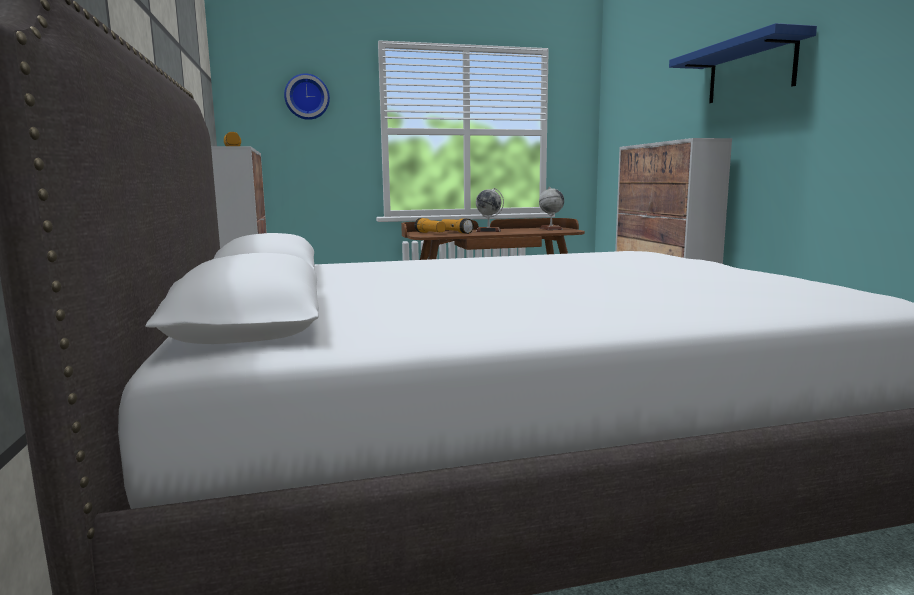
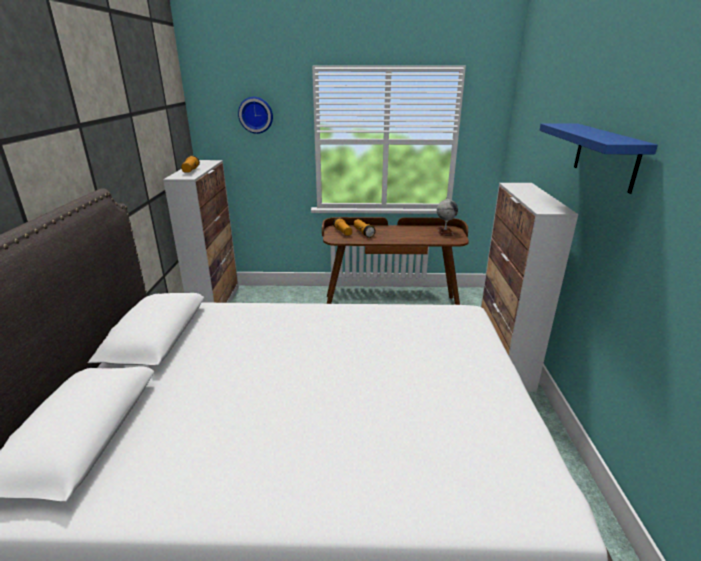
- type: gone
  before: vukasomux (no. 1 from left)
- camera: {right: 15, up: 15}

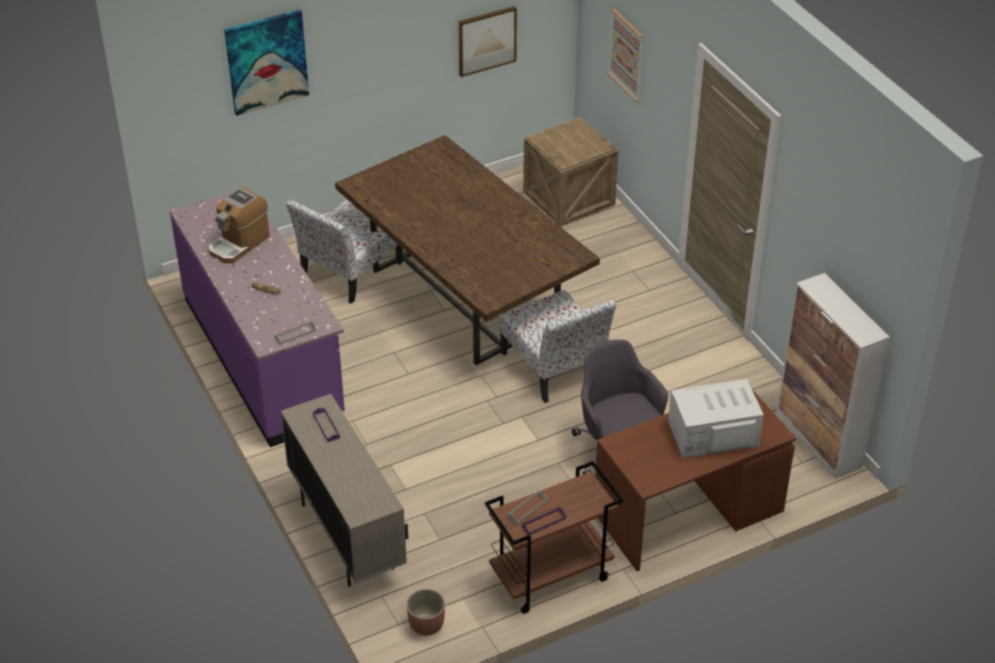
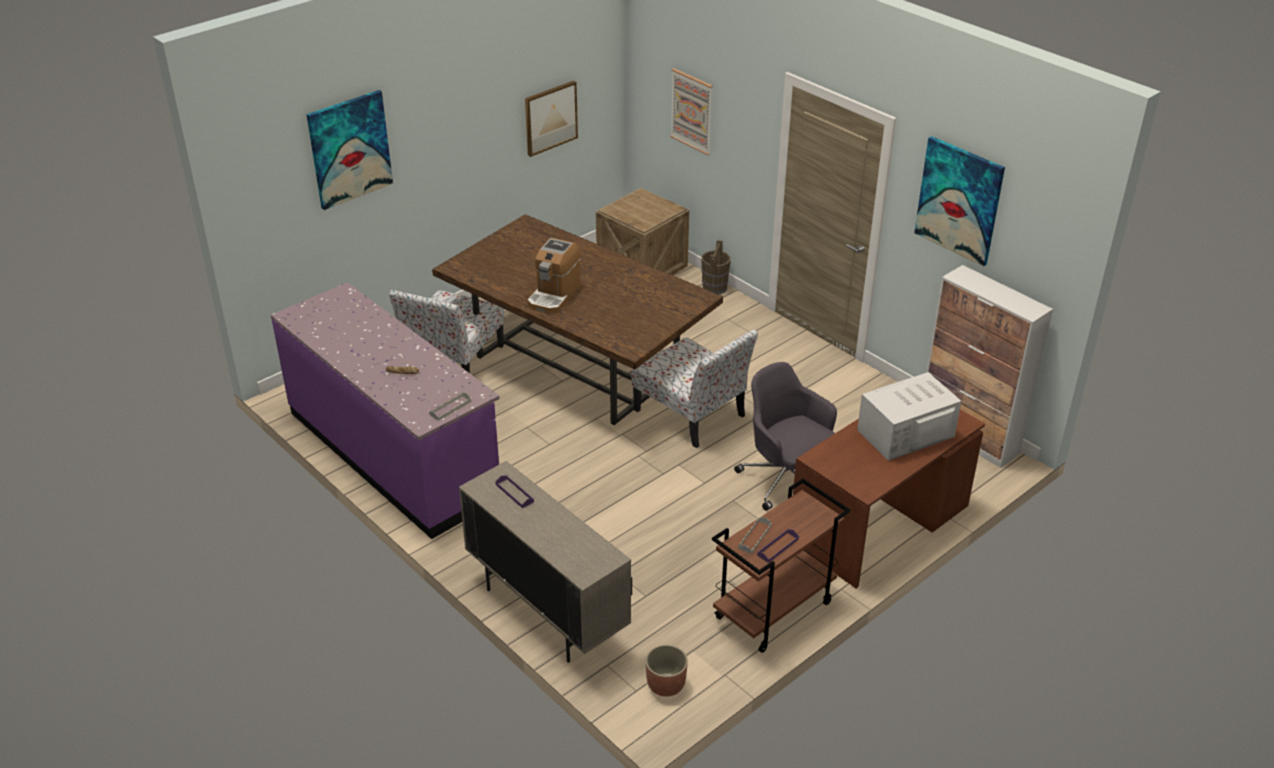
- type: shifted
  before: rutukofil
- type: new
  after: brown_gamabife
- type: new
  after: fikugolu (no. 4 from left)
- camera: {right: -15, up: -5}

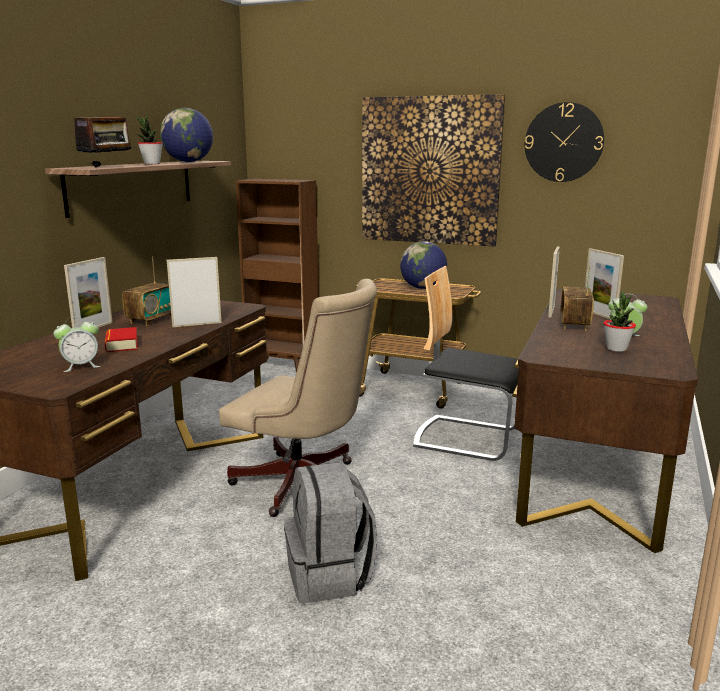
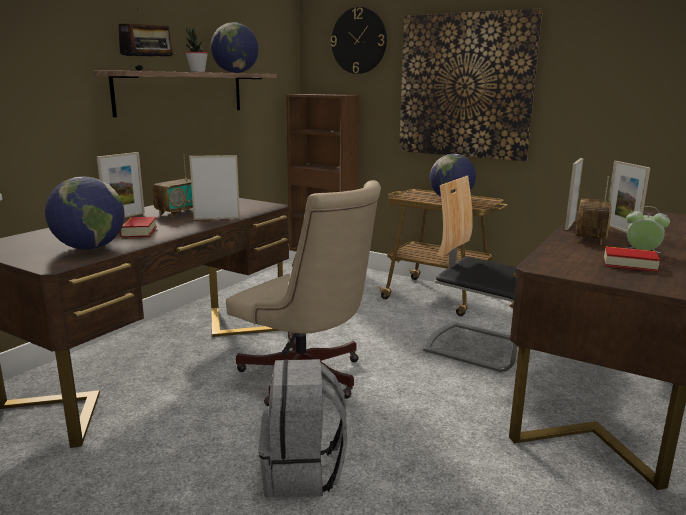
- type: swapped
  before: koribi (no. 1 from left)
  after: vukasomux (no. 1 from left)
- type: shifted
  before: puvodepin
- type: swapped
  before: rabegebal (no. 2 from left)
  after: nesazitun (no. 2 from left)
- camera: {right: 10, up: 0}

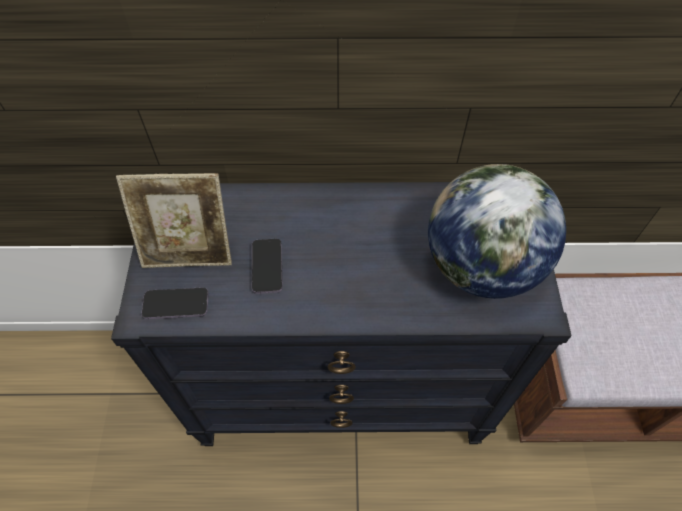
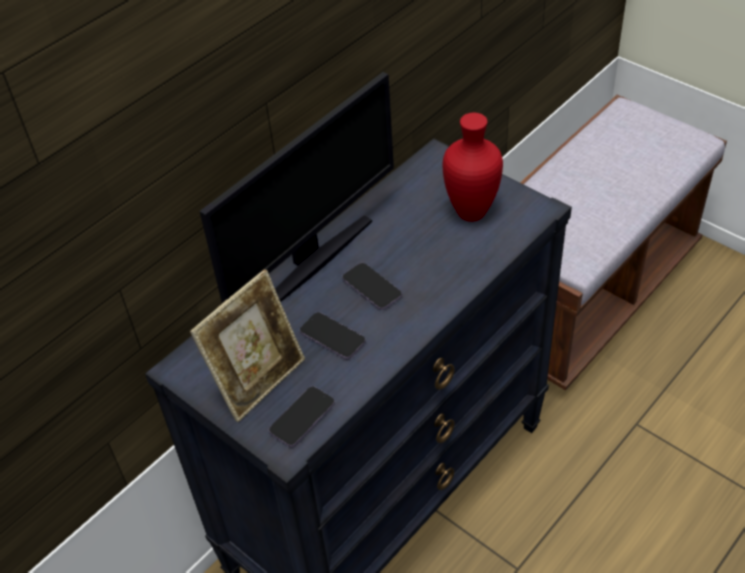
- type: new
  after: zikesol
- type: new
  after: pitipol (no. 3 from left)
- type: swapped
  before: vukasomux
  after: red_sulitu
- camera: {right: -45, up: -10}

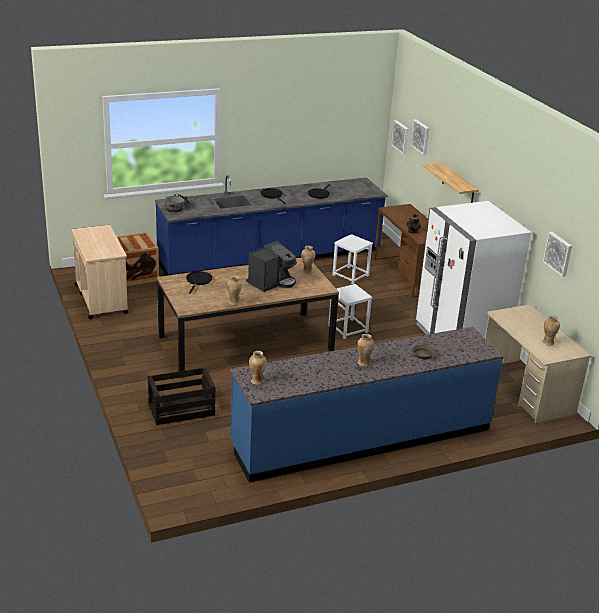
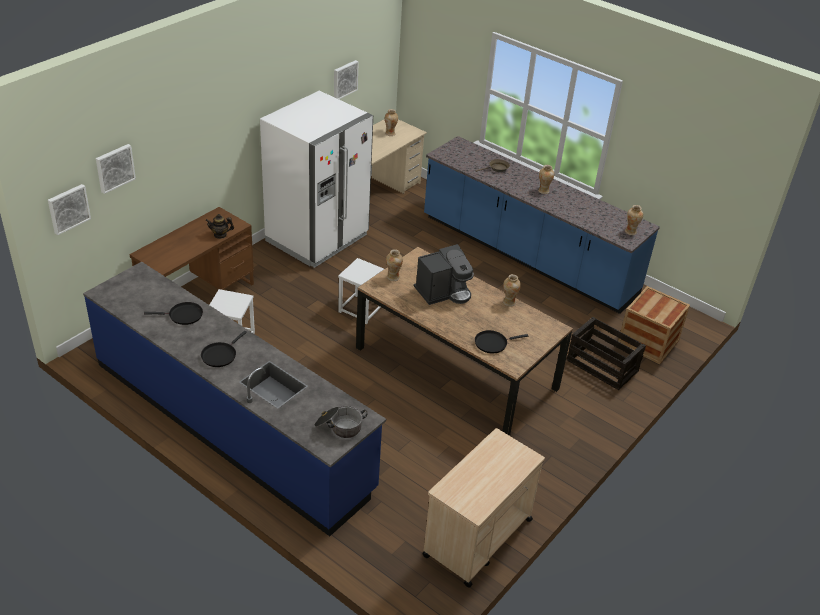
- type: rotated
  before: rutukofil
  turn: 135
- type: shifted
  before: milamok (no. 1 from left in the first image)
  after: milamok (no. 2 from left)
- type: gone
  before: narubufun
- camera: {right: -120, up: 10}

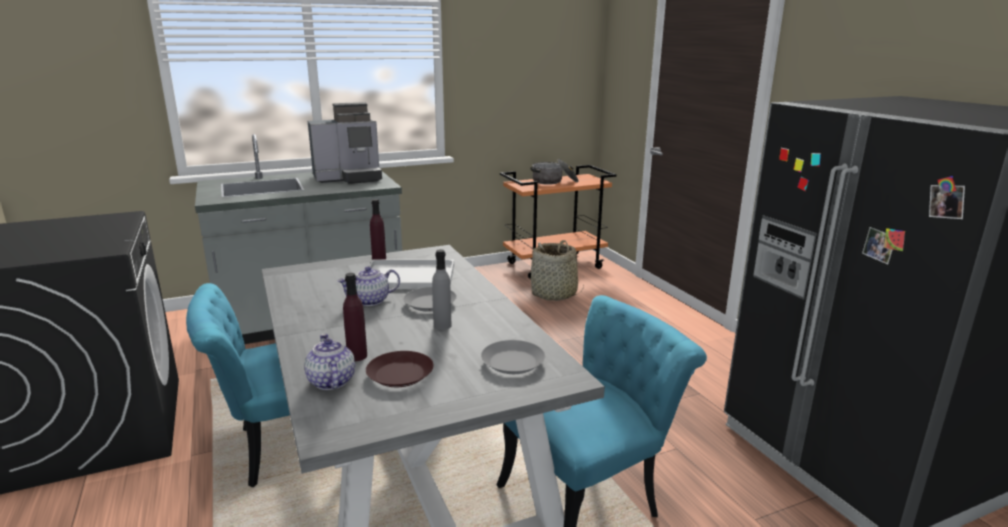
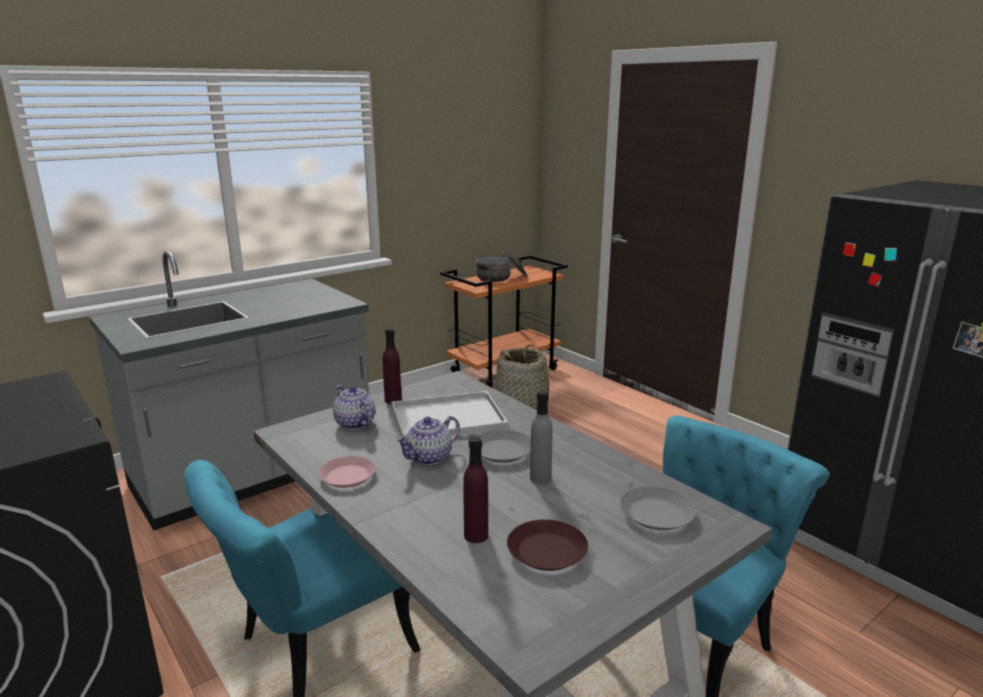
- type: new
  after: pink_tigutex
- type: shifted
  before: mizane (no. 1 from left)
- type: gone
  before: rutukofil
- camera: {right: -15, up: 0}

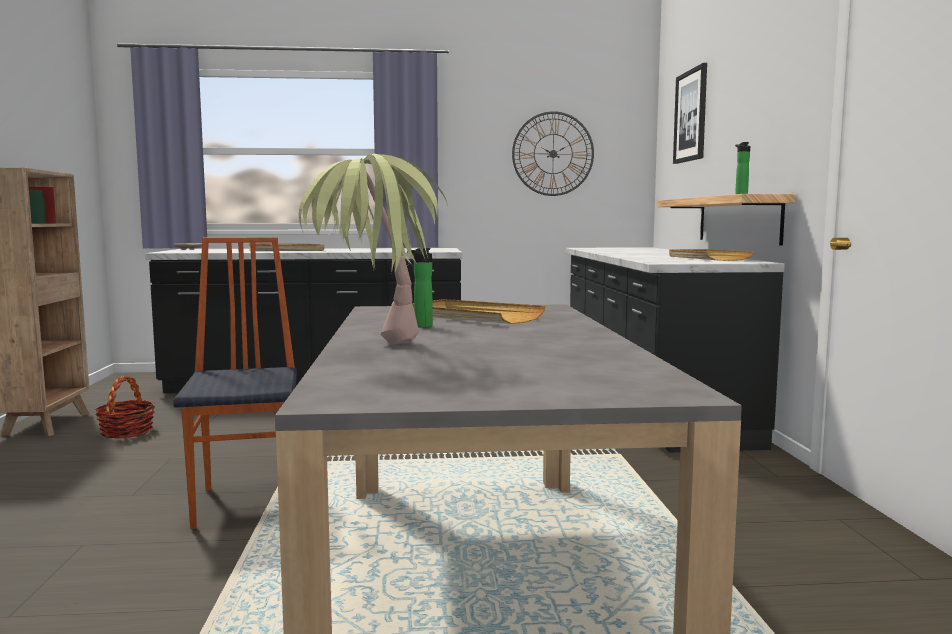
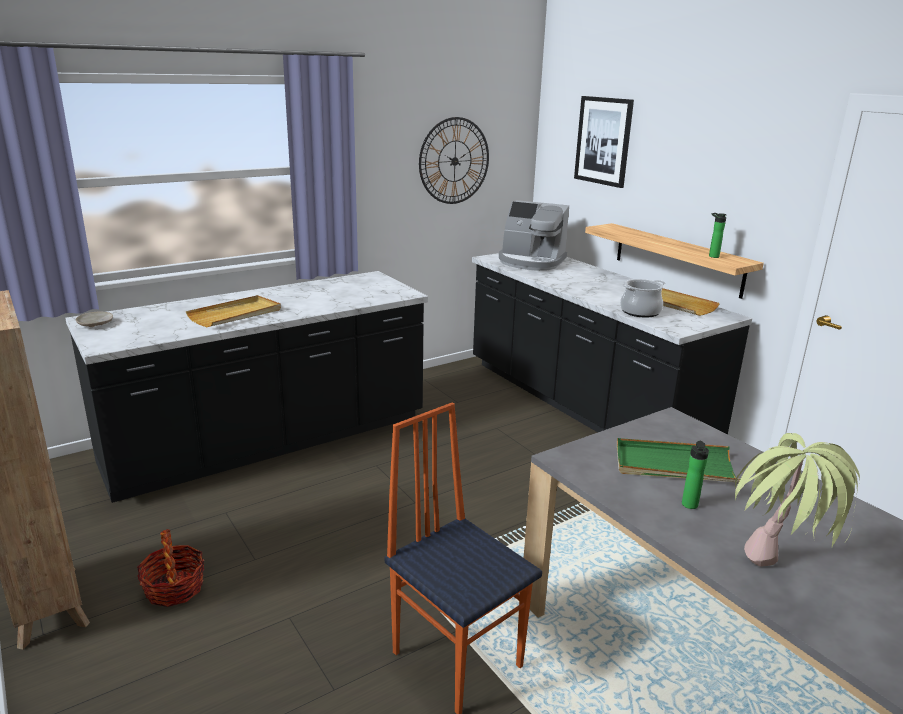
- type: new
  after: rutukofil
- type: repainted
  before: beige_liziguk (no. 2 from left)
  after: green_liziguk
- type: new
  after: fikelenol
- camera: {right: -30, up: 15}

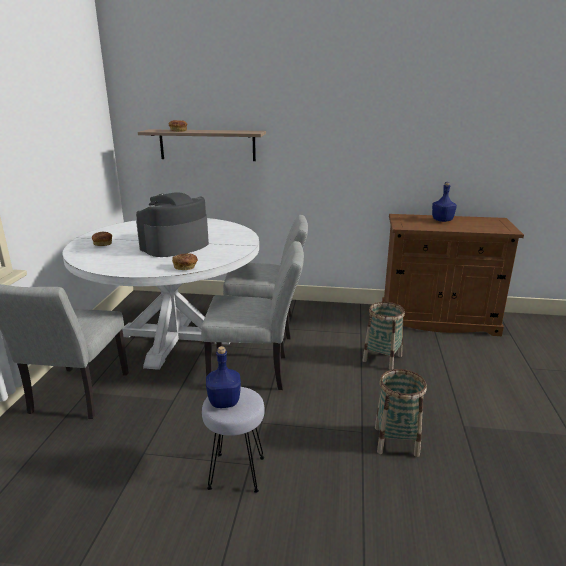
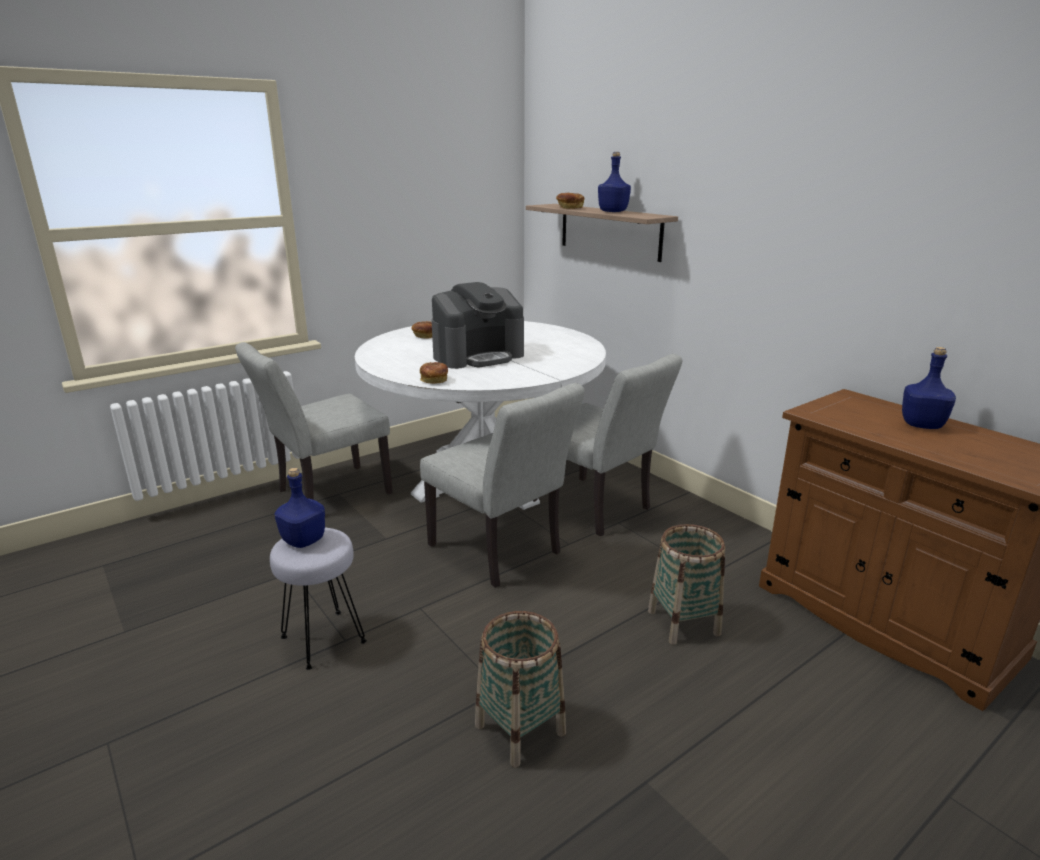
- type: rotated
  before: rutukofil
  turn: 150
- type: new
  after: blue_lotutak (no. 2 from left)
- camera: {right: 45, up: 0}

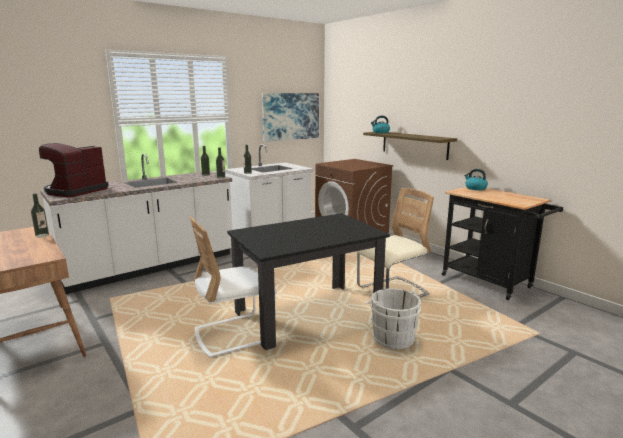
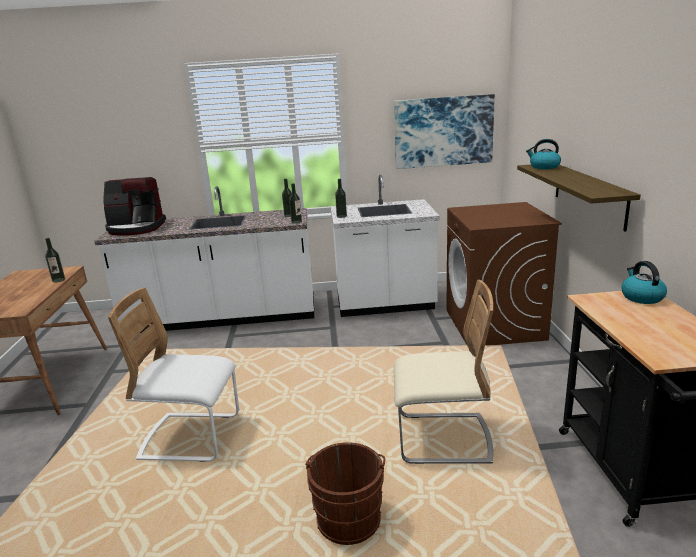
- type: rotated
  before: rutukofil
  turn: -150
- type: repainted
  before: white_gamabife
  after: brown_gamabife
- type: gone
  before: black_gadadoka
- camera: {right: 35, up: 5}

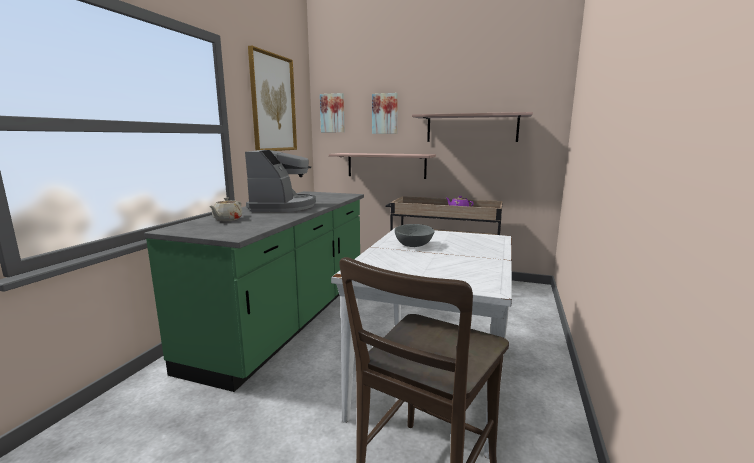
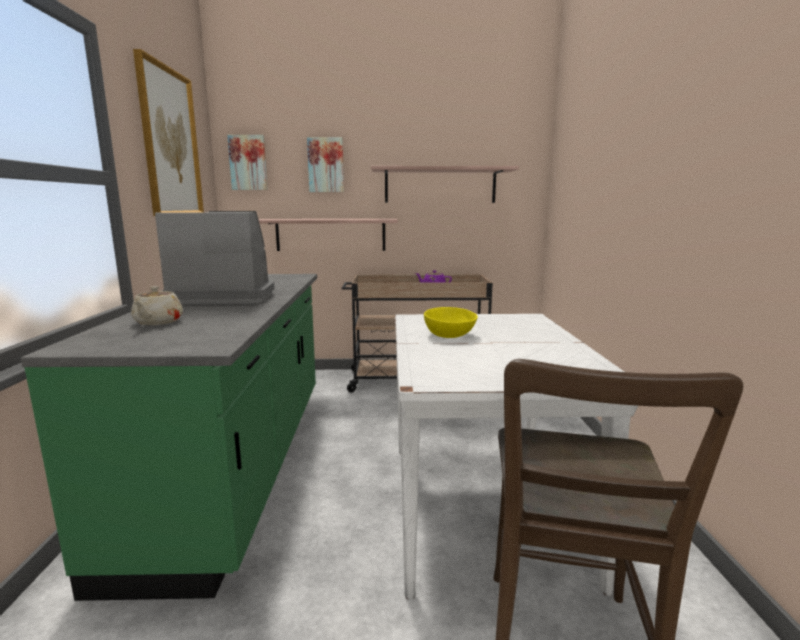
- type: rotated
  before: rutukofil
  turn: -75
- type: repainted
  before: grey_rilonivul
  after: yellow_rilonivul
- camera: {right: -20, up: 0}

